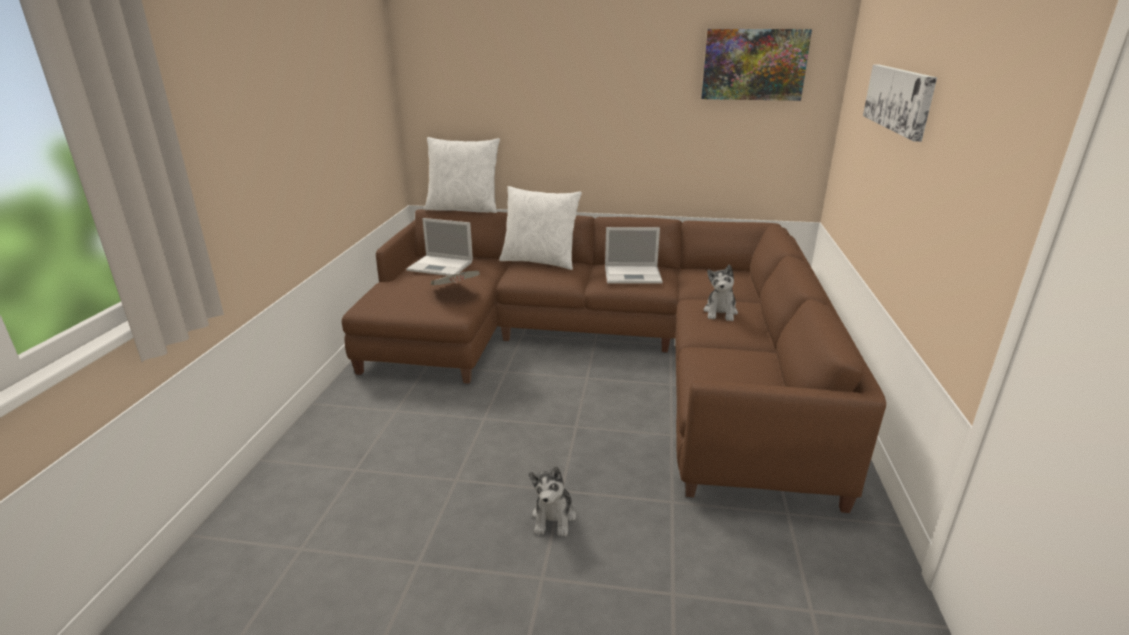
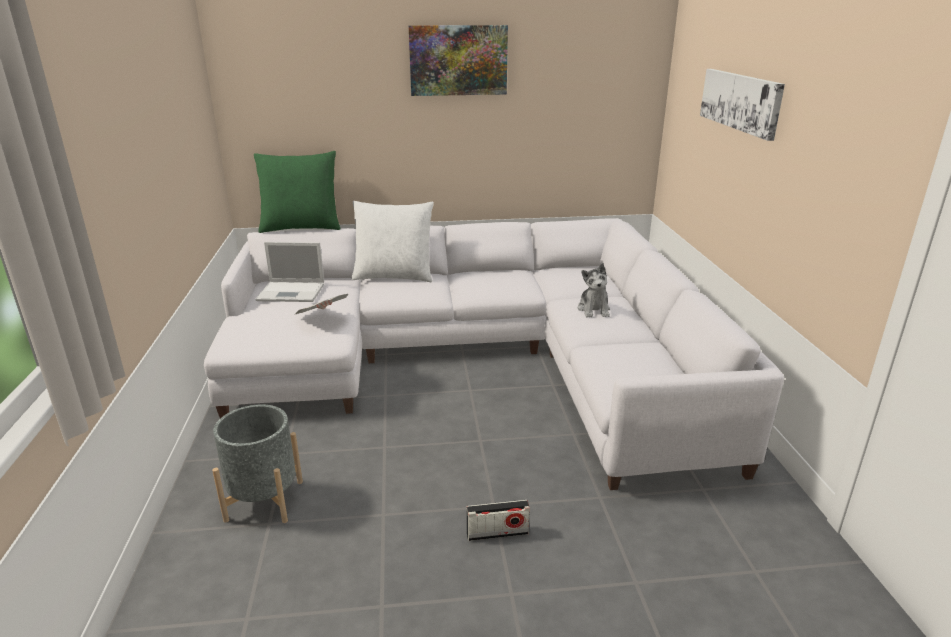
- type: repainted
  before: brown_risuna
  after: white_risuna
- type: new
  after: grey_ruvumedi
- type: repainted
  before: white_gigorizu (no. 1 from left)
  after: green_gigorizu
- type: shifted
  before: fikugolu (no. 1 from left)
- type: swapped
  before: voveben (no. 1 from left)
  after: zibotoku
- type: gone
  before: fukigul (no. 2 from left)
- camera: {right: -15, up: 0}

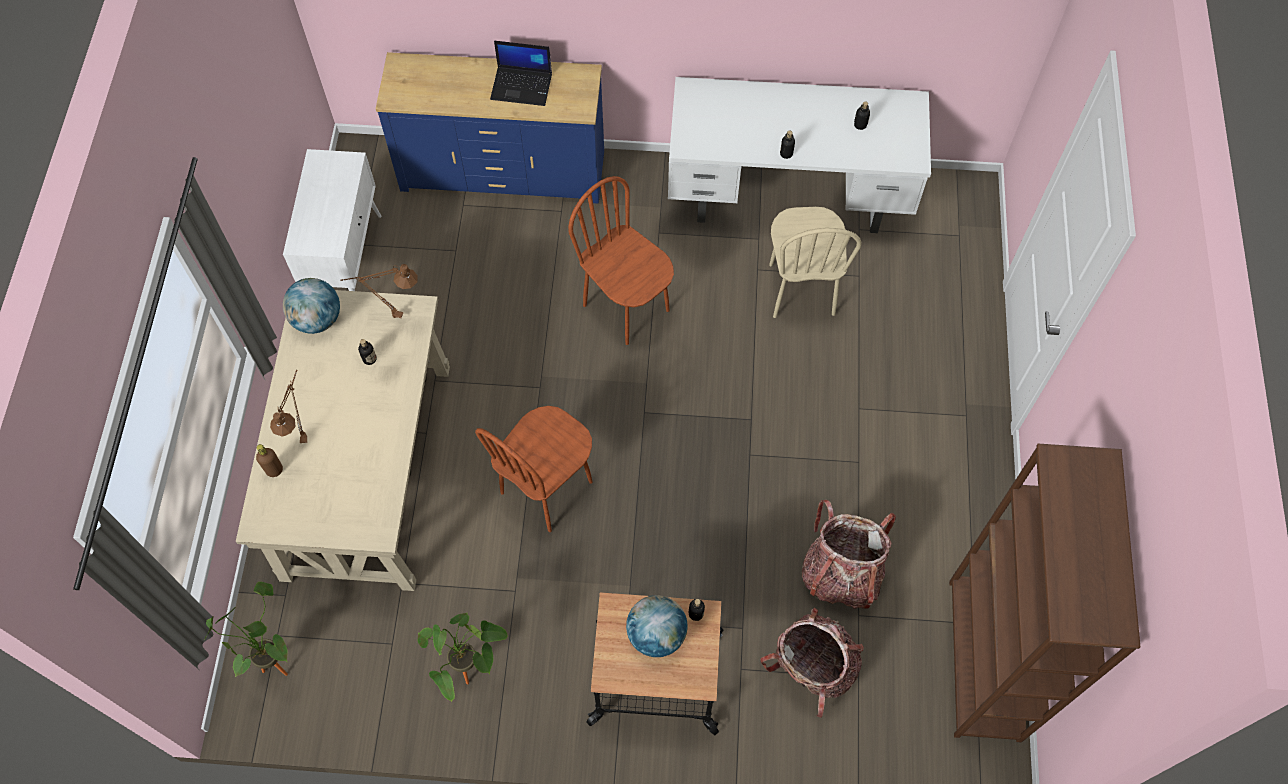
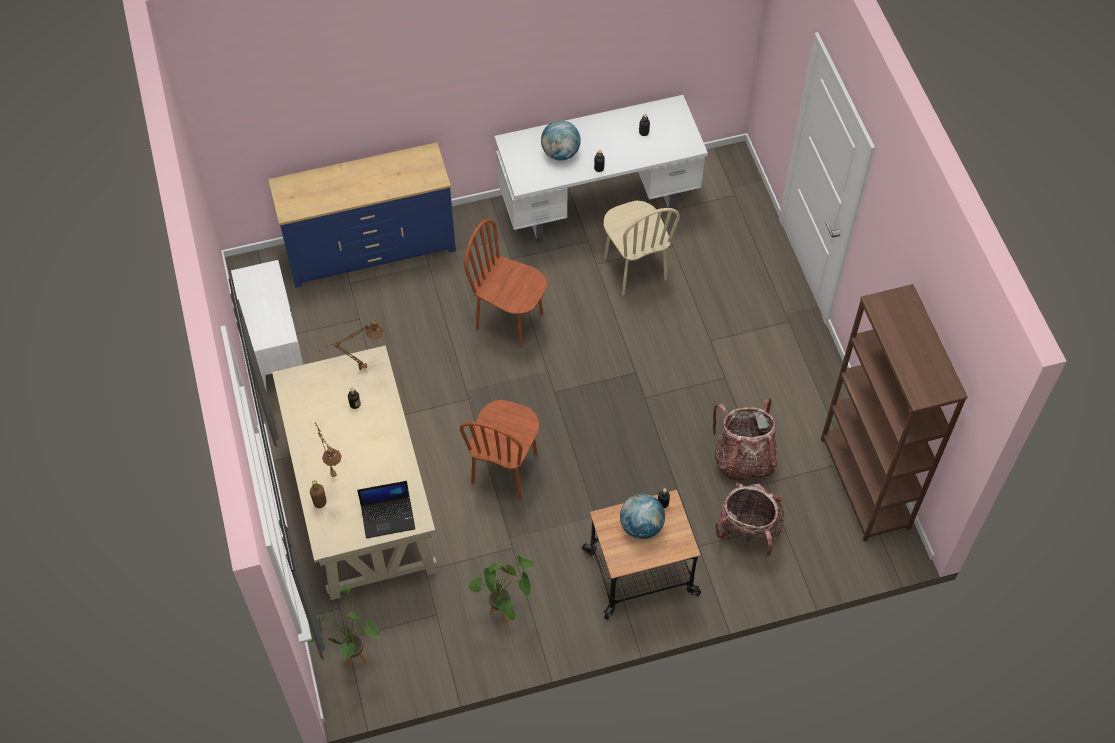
- type: shifted
  before: fukigul
- type: shifted
  before: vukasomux (no. 1 from left)
- camera: {right: -20, up: -5}

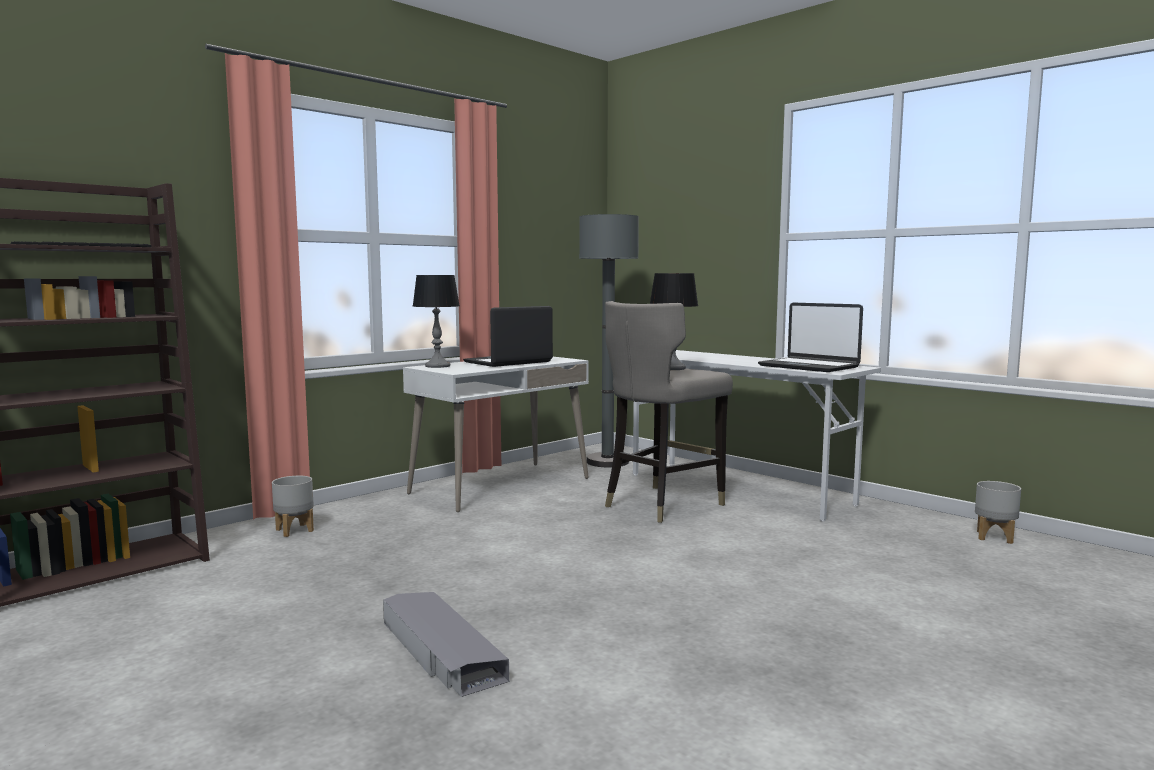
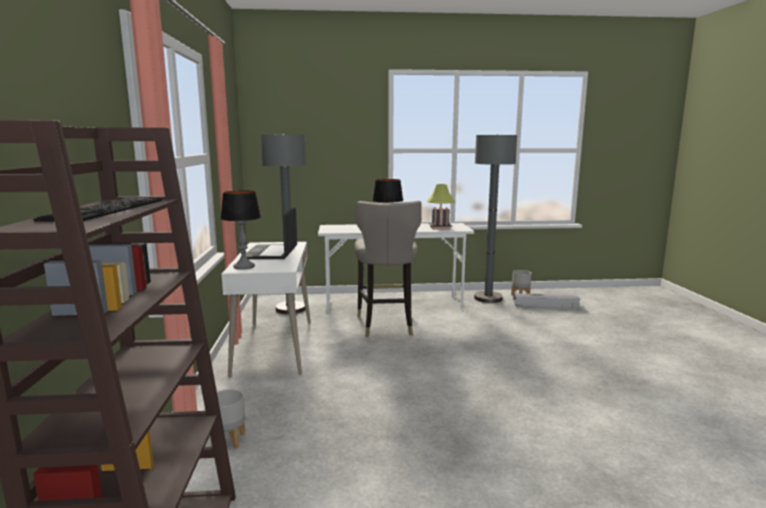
- type: swapped
  before: fukigul (no. 2 from left)
  after: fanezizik (no. 3 from left)
- type: new
  after: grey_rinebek (no. 2 from left)
- type: shifted
  before: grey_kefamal
- camera: {right: -50, up: 5}

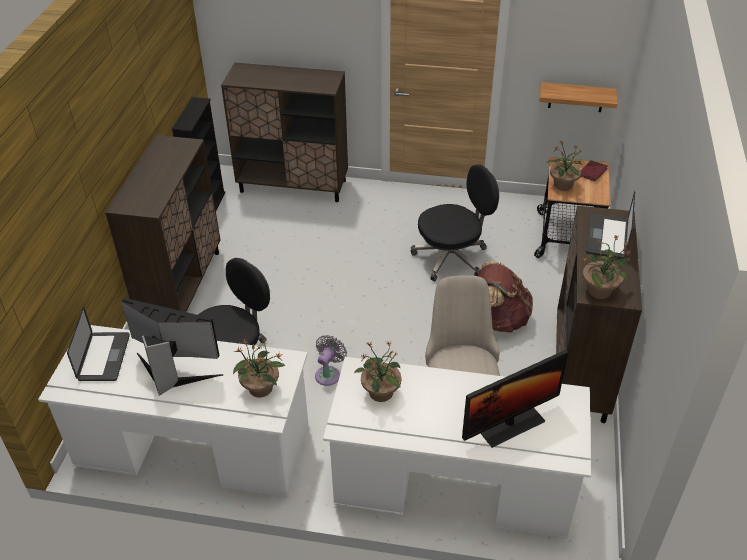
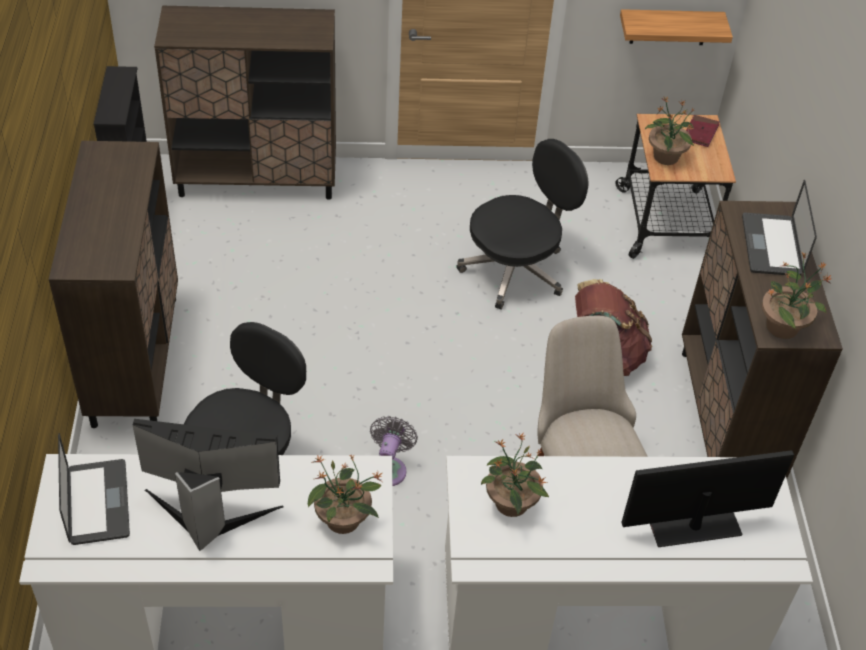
- type: rotated
  before: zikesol (no. 2 from left)
  turn: -150
- camera: {right: -15, up: 5}

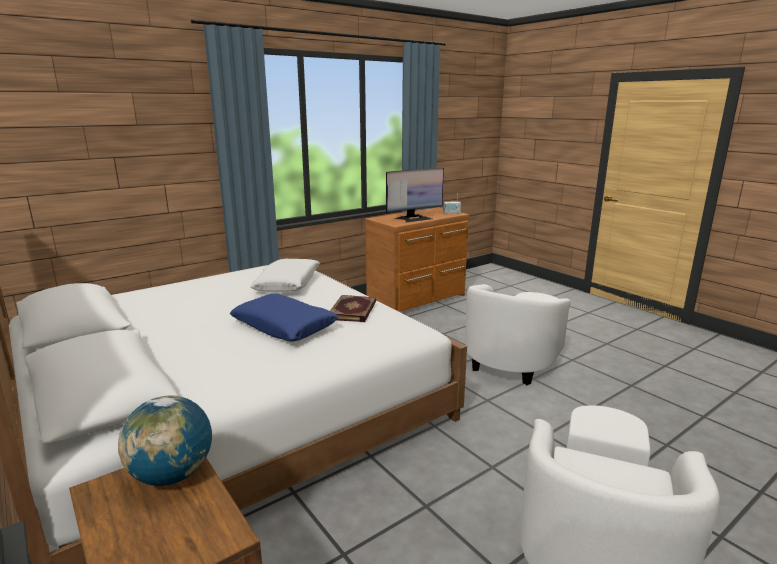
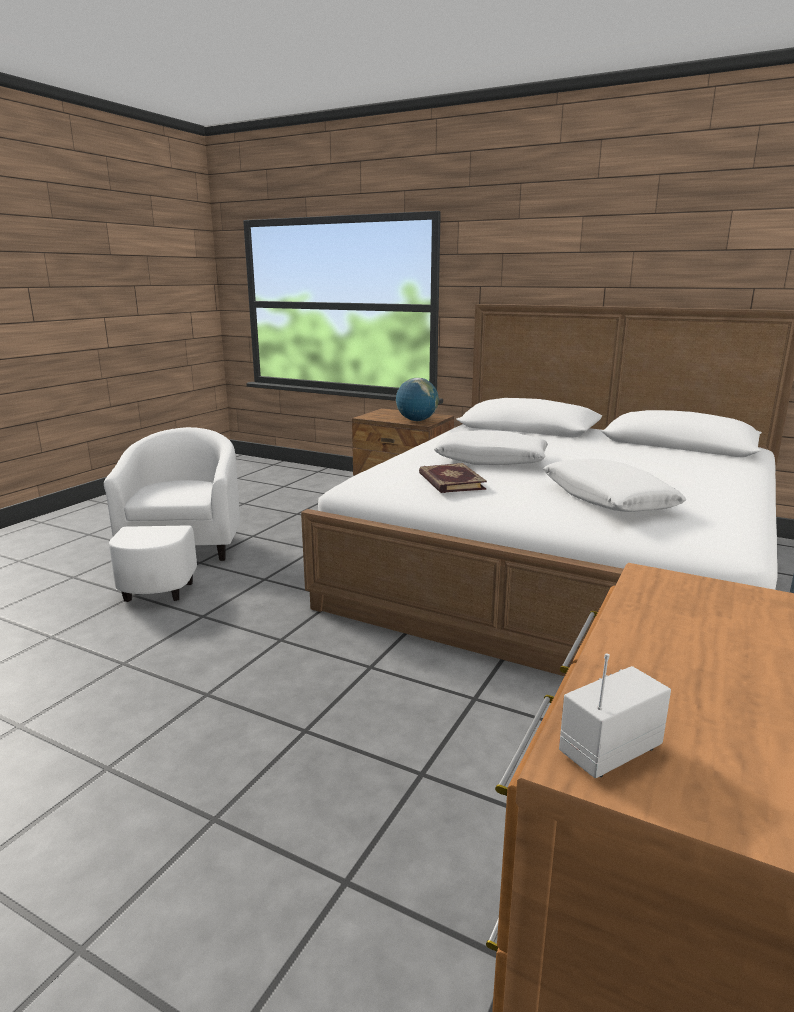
- type: repainted
  before: blue_gigorizu
  after: white_gigorizu (no. 1 from left)
- type: gone
  before: zikesol
- type: gone
  before: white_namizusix (no. 1 from left)
- camera: {right: 155, up: 0}

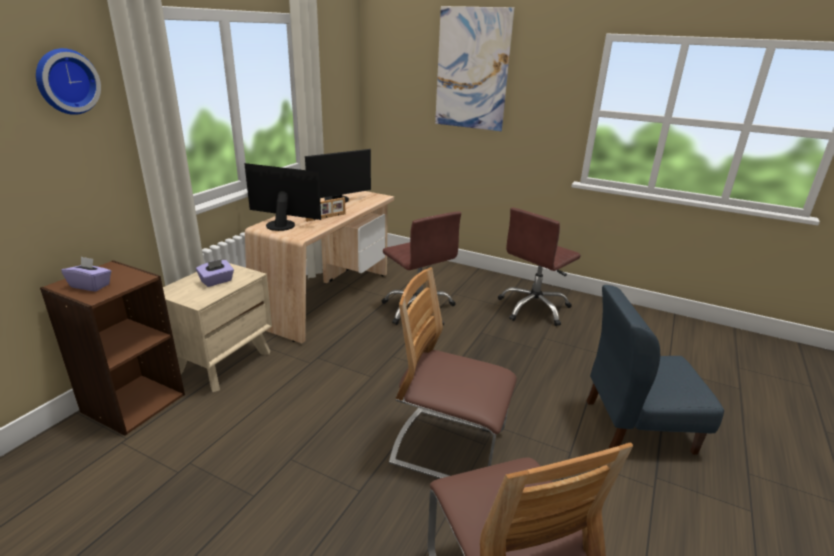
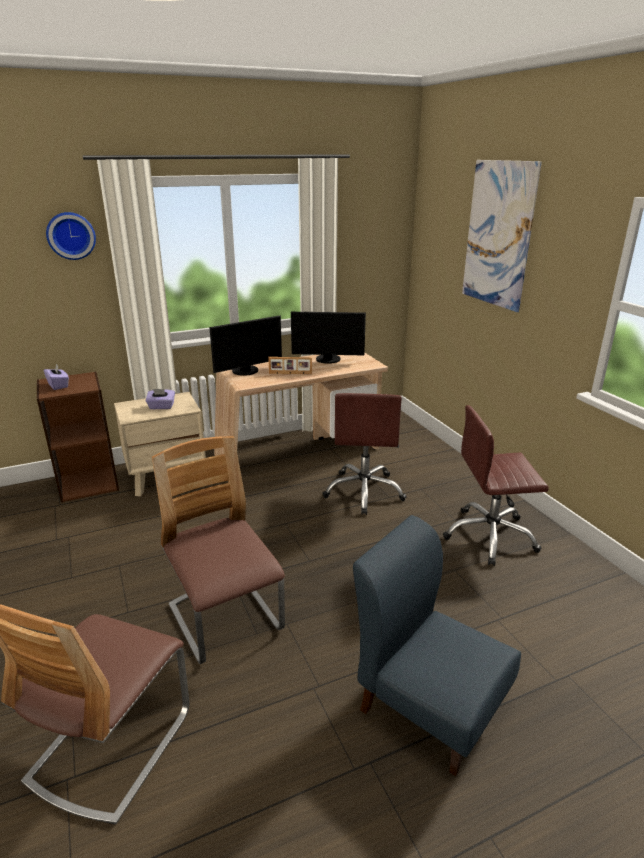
- type: rotated
  before: zikesol (no. 1 from left)
  turn: 90
- camera: {right: 40, up: 0}

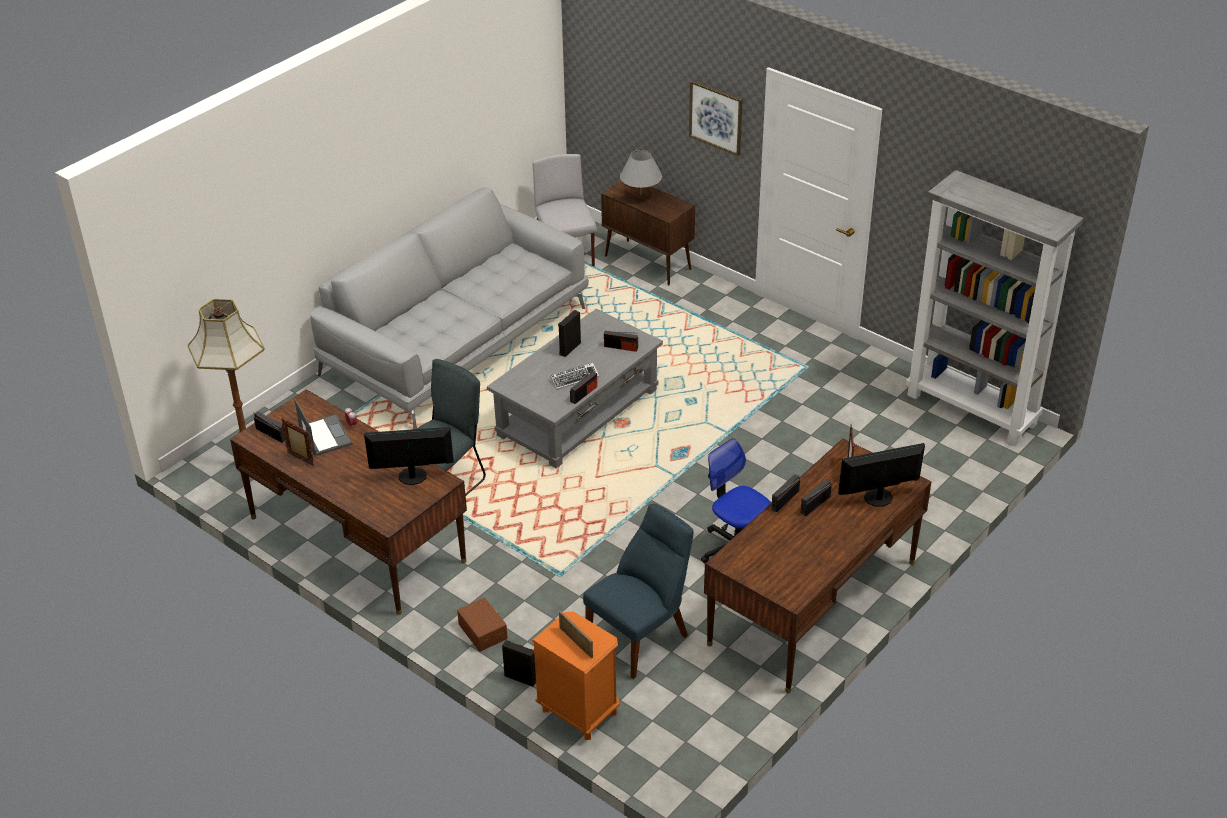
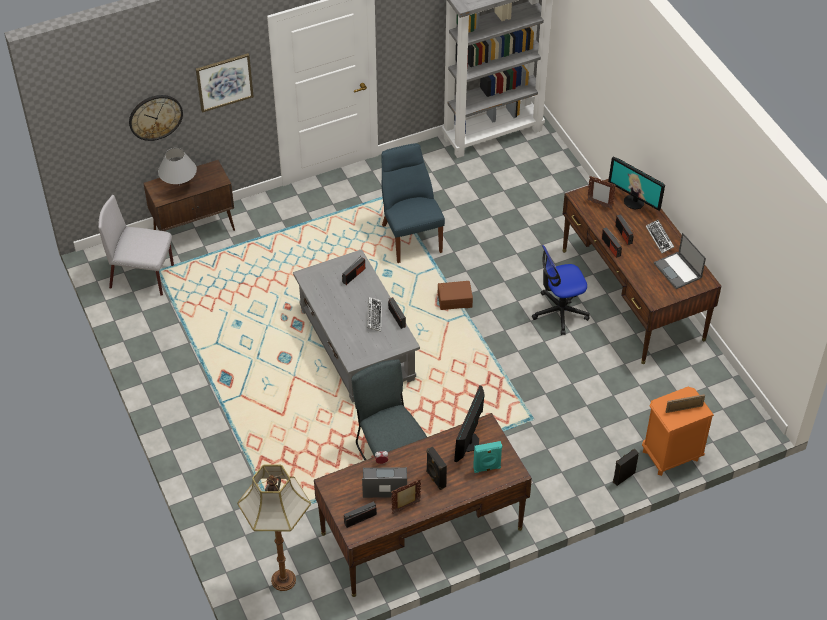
- type: new
  after: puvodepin
- type: shifted
  before: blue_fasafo
- type: shifted
  before: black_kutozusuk (no. 2 from left in the first image)
  after: black_kutozusuk (no. 1 from left)
- type: shifted
  before: brown_kefamal
- type: new
  after: turquoise_kutozusuk
- type: rotated
  before: zikesol (no. 2 from left)
  turn: -60
- type: new
  after: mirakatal (no. 2 from left)
- type: new
  after: fukigul (no. 2 from left)
- type: gone
  before: grey_risuna
- camera: {right: -65, up: 10}

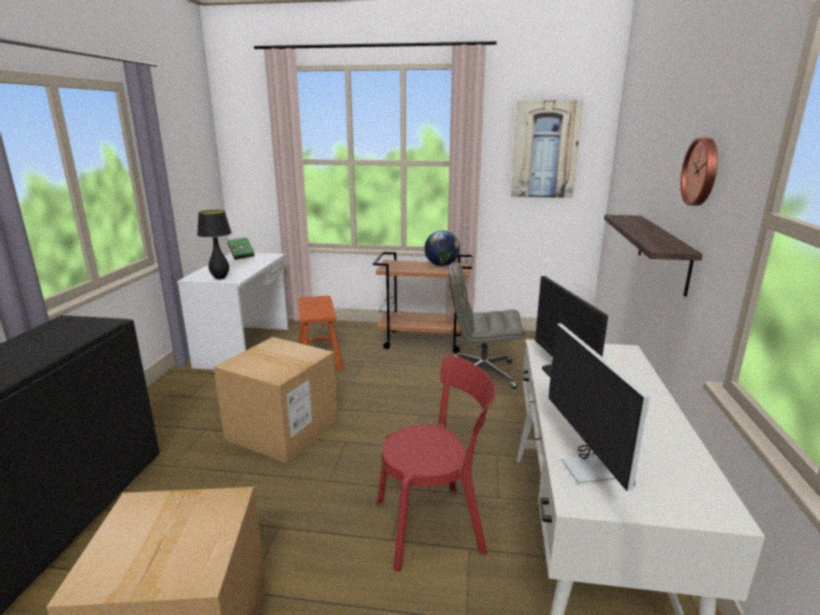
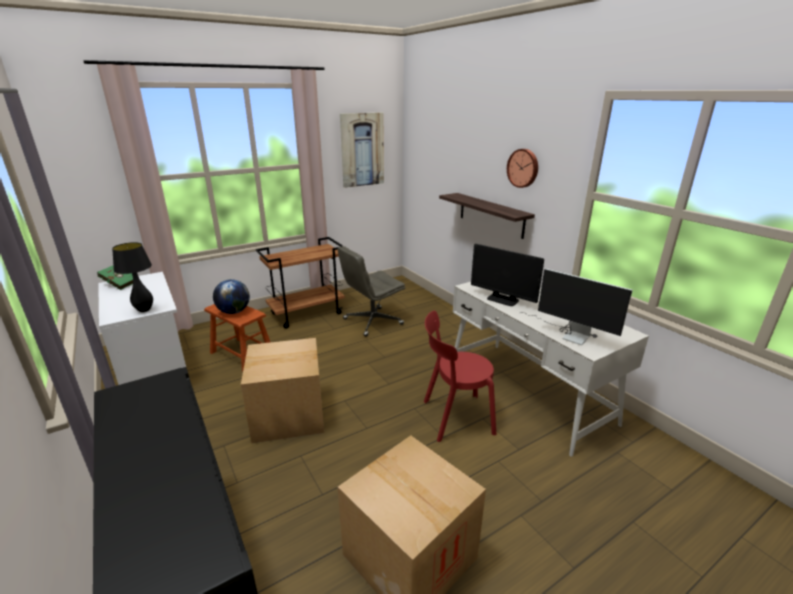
- type: shifted
  before: vukasomux
- type: rotated
  before: red_fasafo
  turn: -135
- camera: {right: -40, up: 5}

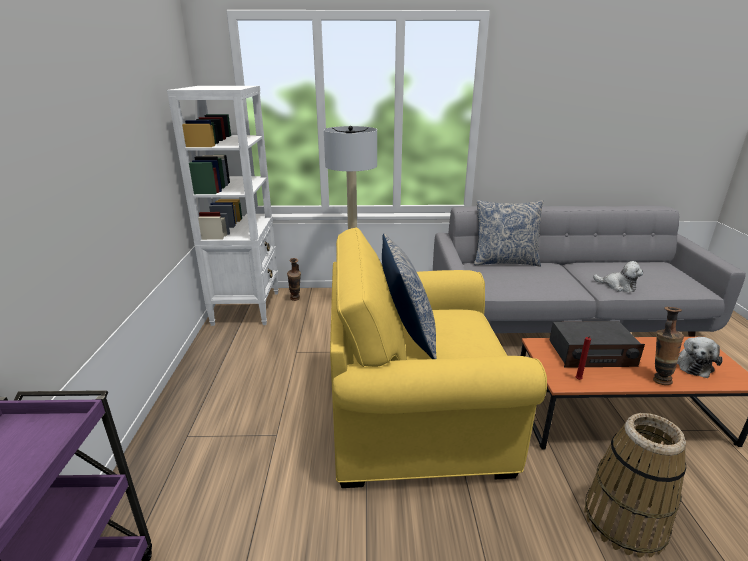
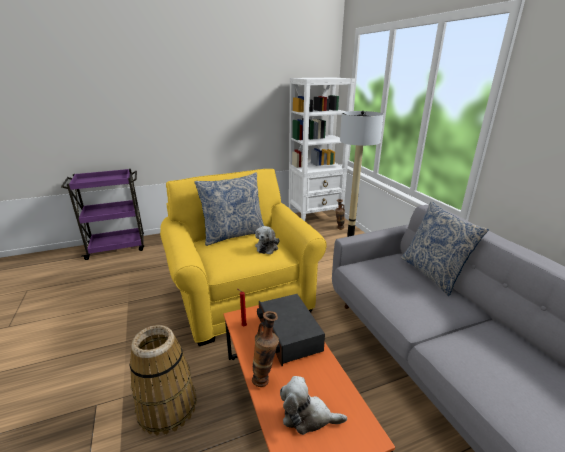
- type: shifted
  before: voveben (no. 1 from left)
- camera: {right: 70, up: 0}

